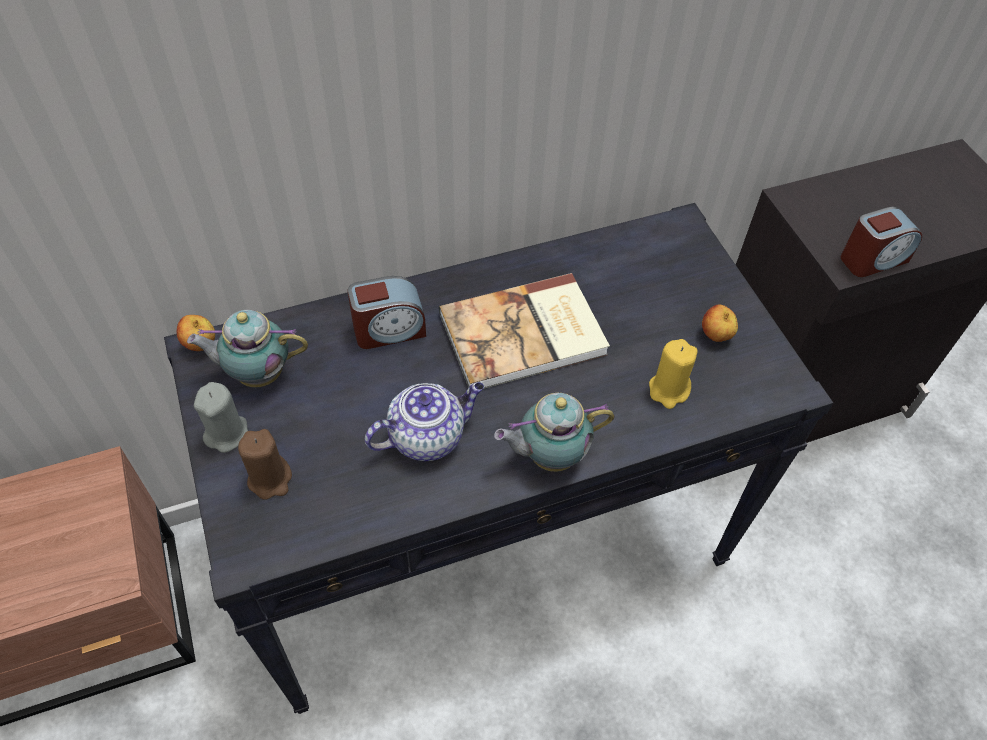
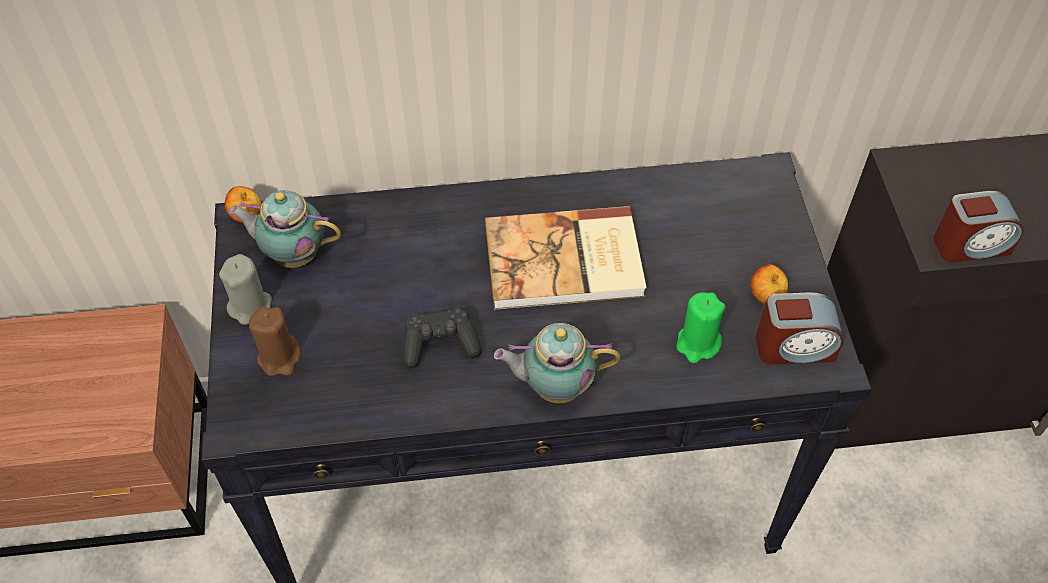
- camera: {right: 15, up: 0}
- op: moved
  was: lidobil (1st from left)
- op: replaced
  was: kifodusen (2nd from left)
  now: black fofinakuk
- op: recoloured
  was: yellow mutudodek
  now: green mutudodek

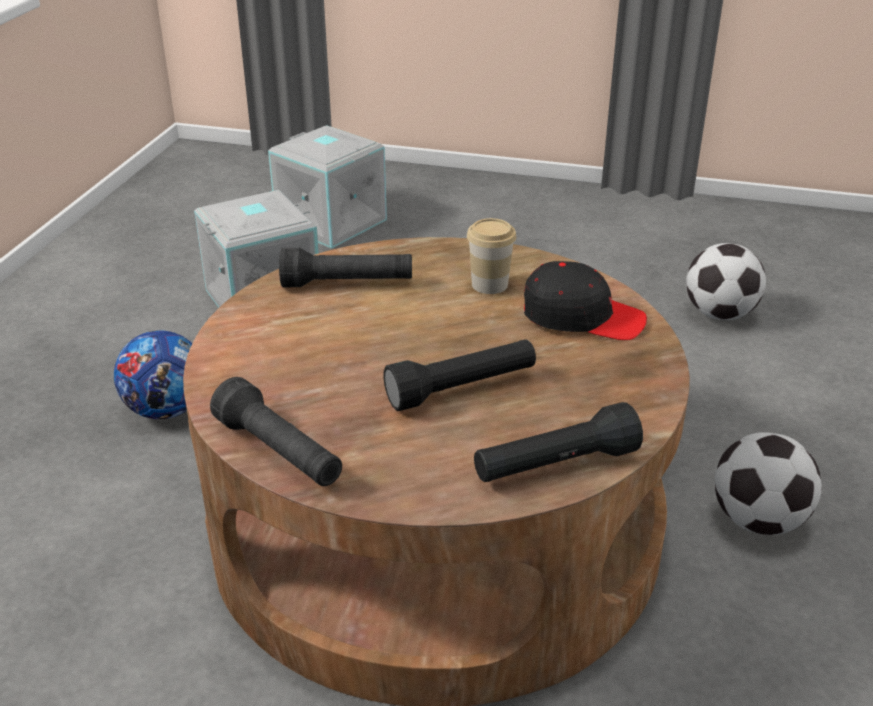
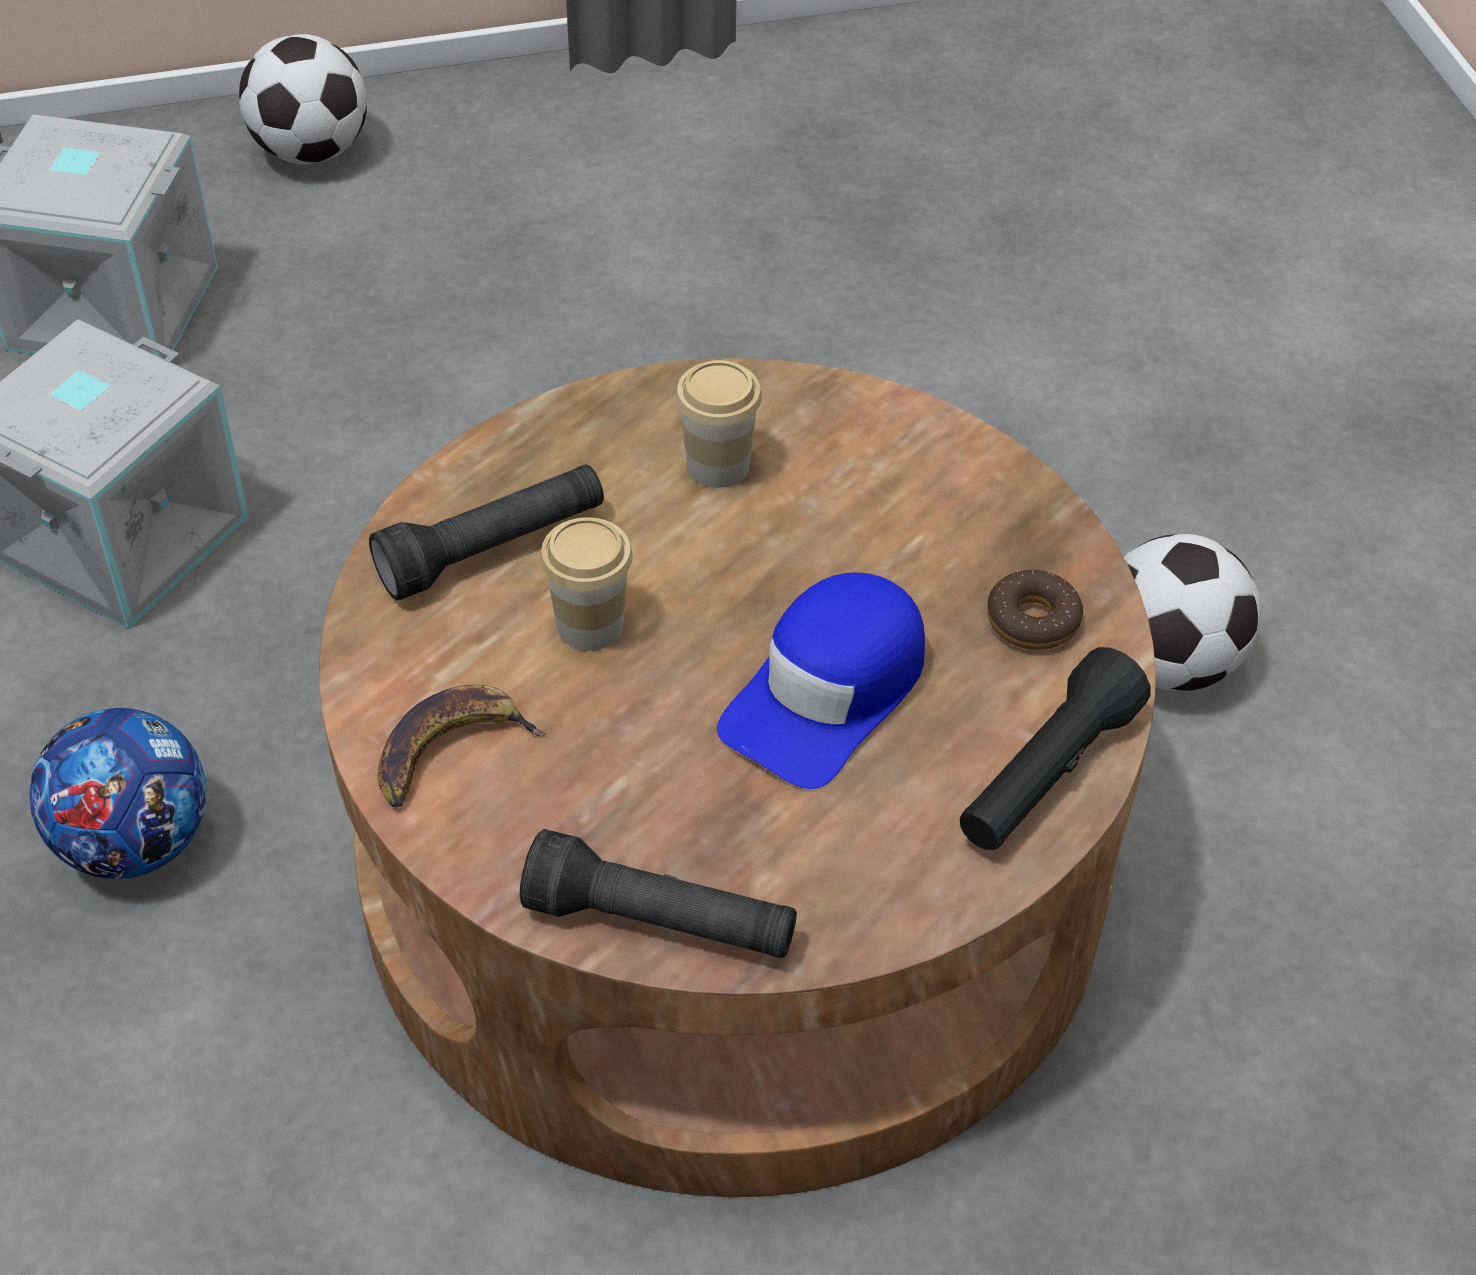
- camera: {right: -30, up: 15}
- op: removed
  was: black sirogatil
- op: added
  now: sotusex
- op: added
  now: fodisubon (1st from left)
- op: added
  now: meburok
- op: moved
  was: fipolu (2nd from left)
- op: replaced
  was: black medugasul (3rd from left)
  now: blue sirogatil

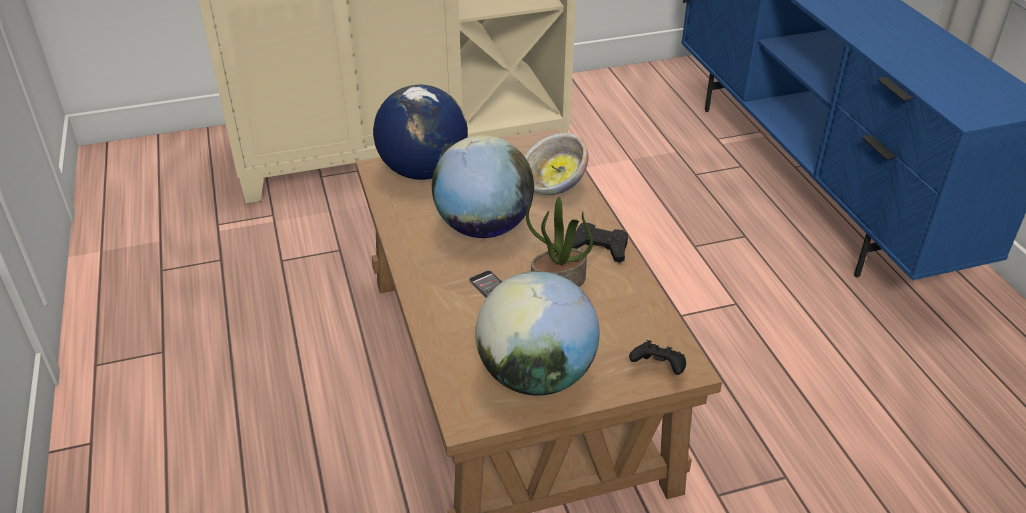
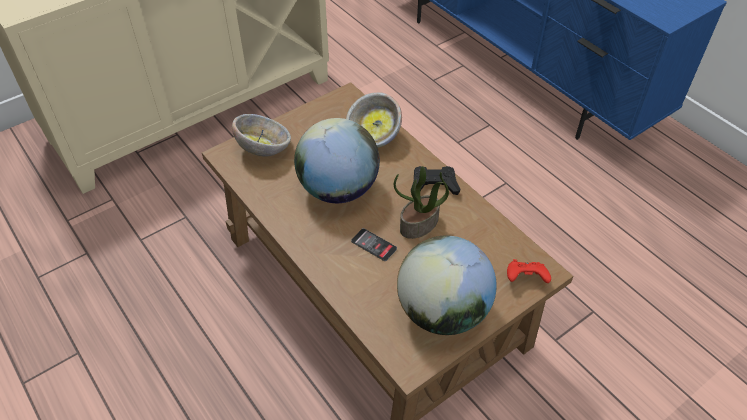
- camera: {right: -20, up: 10}
- op: replaced
  was: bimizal (1st from left)
  now: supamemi (1st from left)
- op: recoloured
  was: black fofinakuk (2nd from left)
  now: red fofinakuk

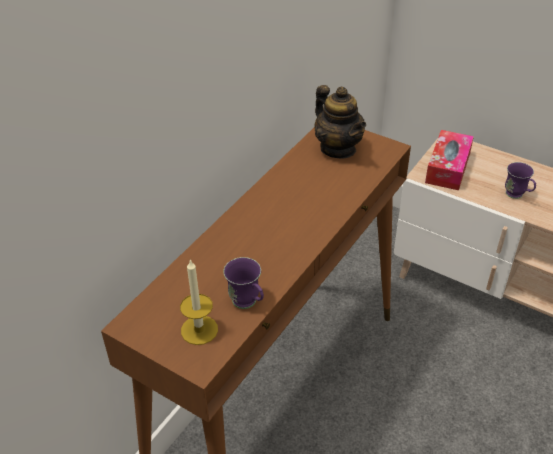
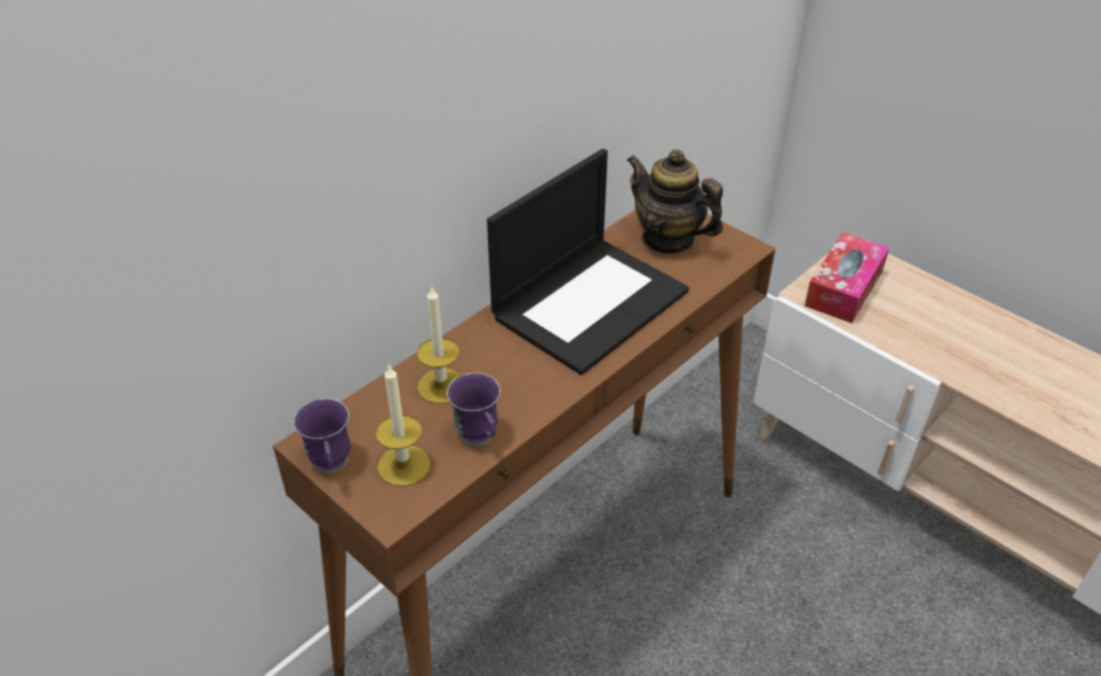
- camera: {right: 10, up: 0}
- op: added
  now: mutudodek (2nd from left)
- op: added
  now: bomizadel
- op: moved
  was: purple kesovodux (2nd from left in the first image)
  now: purple kesovodux (1st from left)
- op: turned
  was: kifodusen
  clockwise: 150

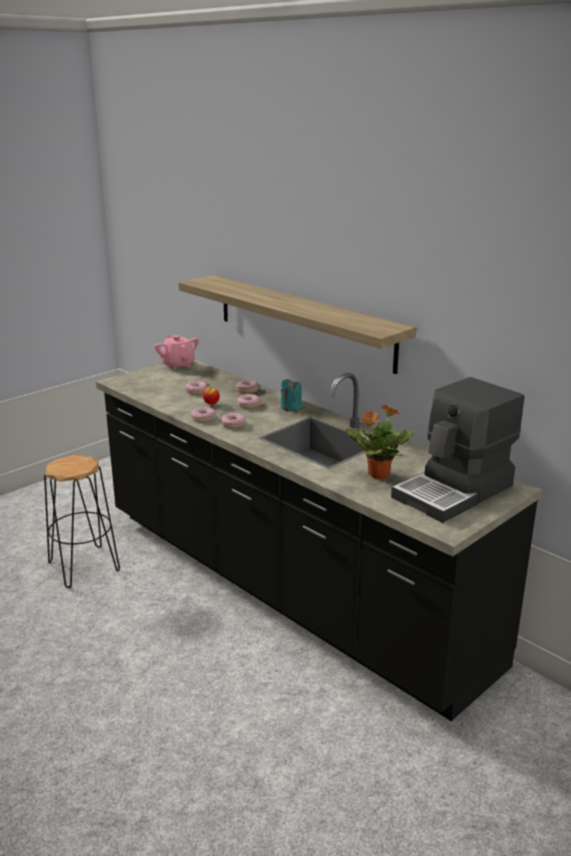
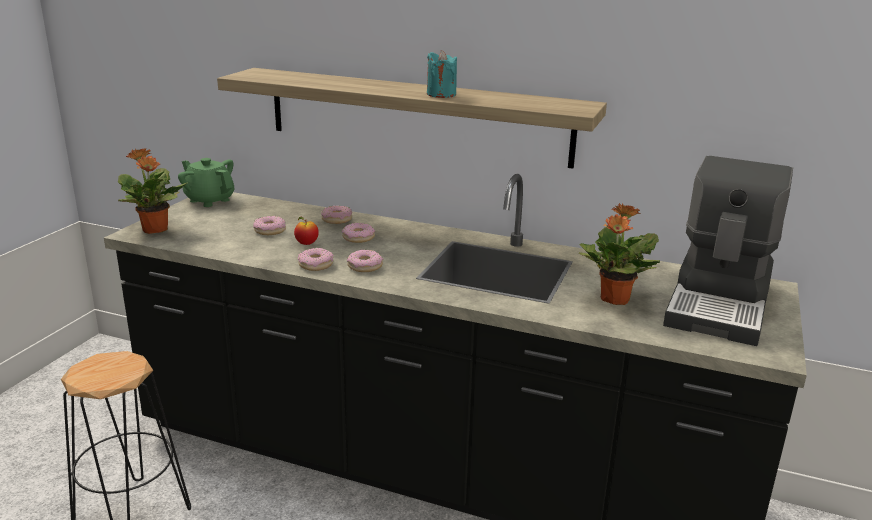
- camera: {right: -25, up: 0}
- op: added
  now: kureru (1st from left)
- op: moved
  was: turquoise mutudodek
- op: recoloured
  was: pink kifodusen
  now: green kifodusen

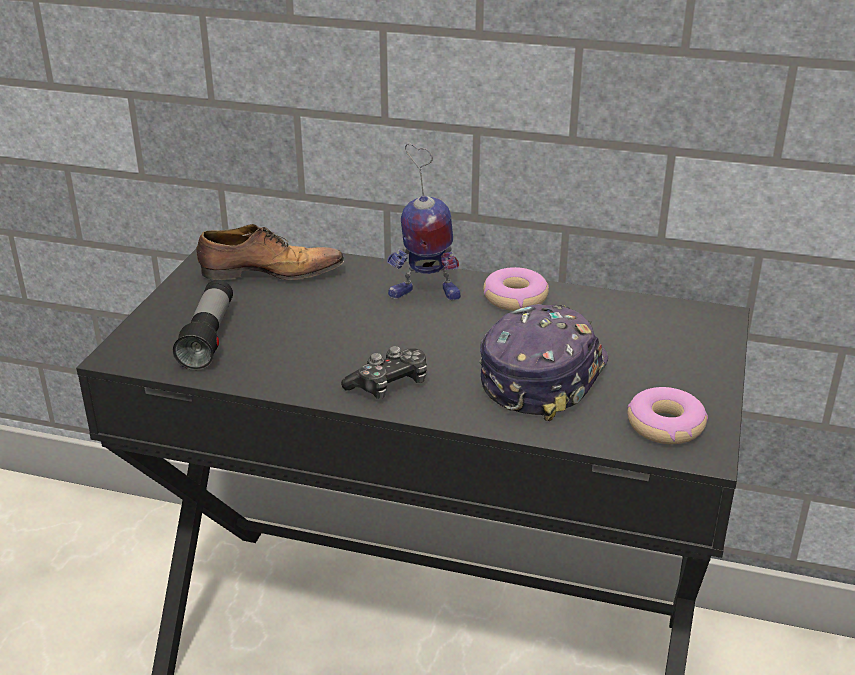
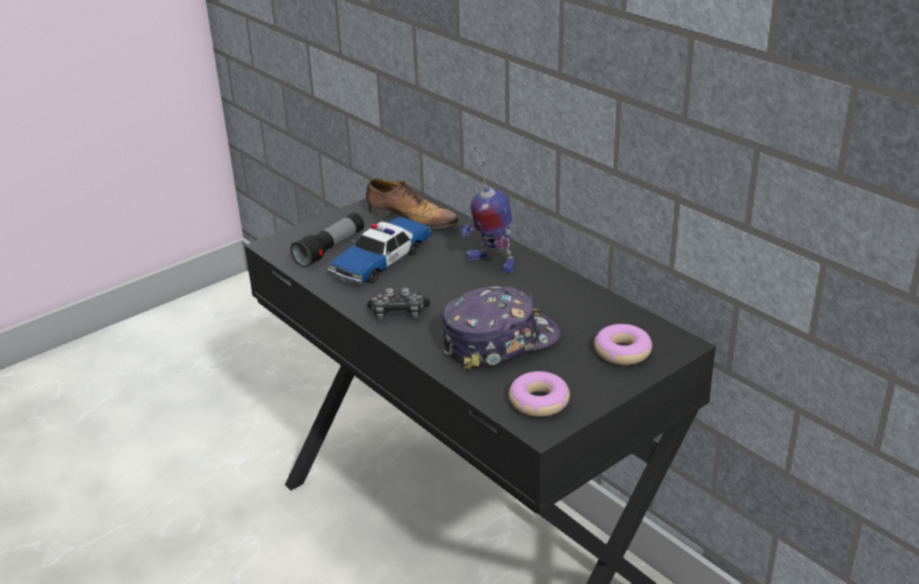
- camera: {right: 35, up: 0}
- op: added
  now: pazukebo
- op: moved
  was: meburok (1st from left in the first image)
  now: meburok (2nd from left)

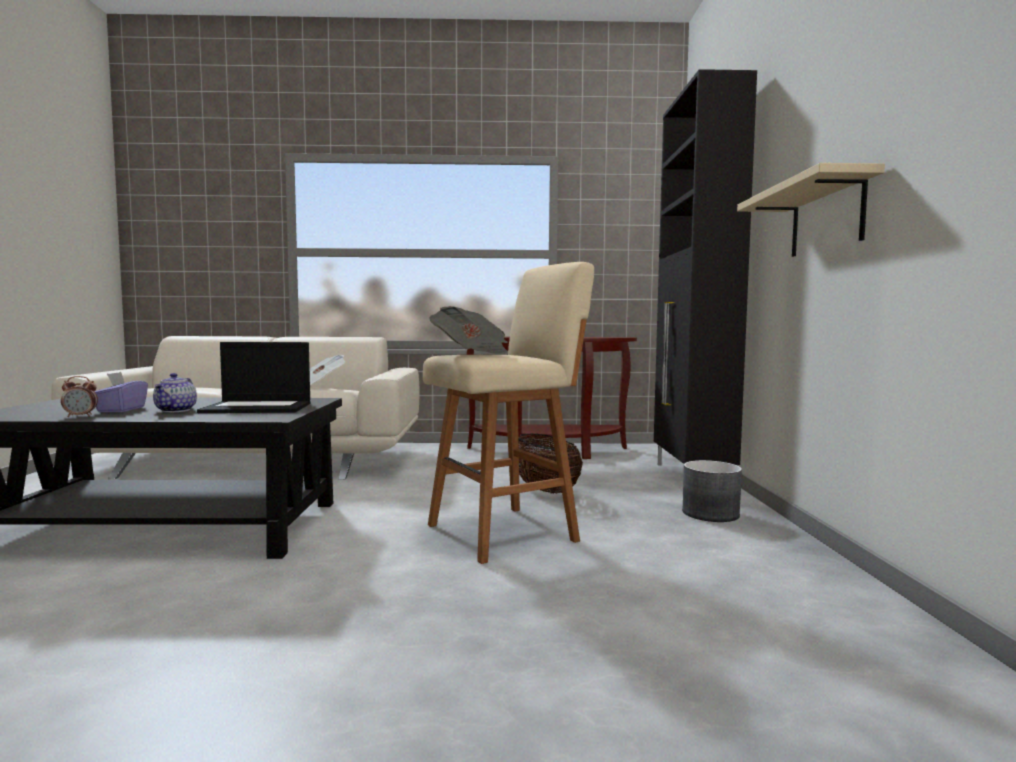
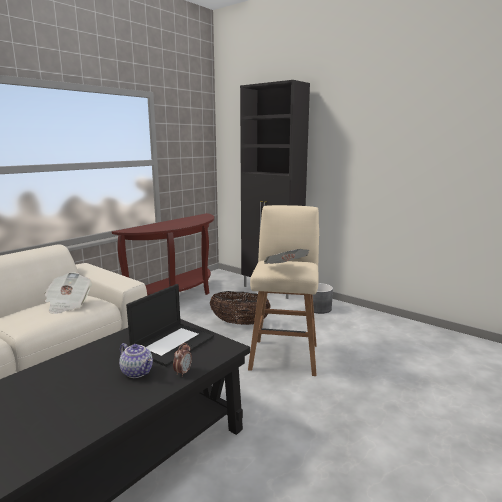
- camera: {right: -50, up: 10}
- op: removed
  was: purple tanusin
- op: removed
  was: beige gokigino
- op: moved
  was: lidobil

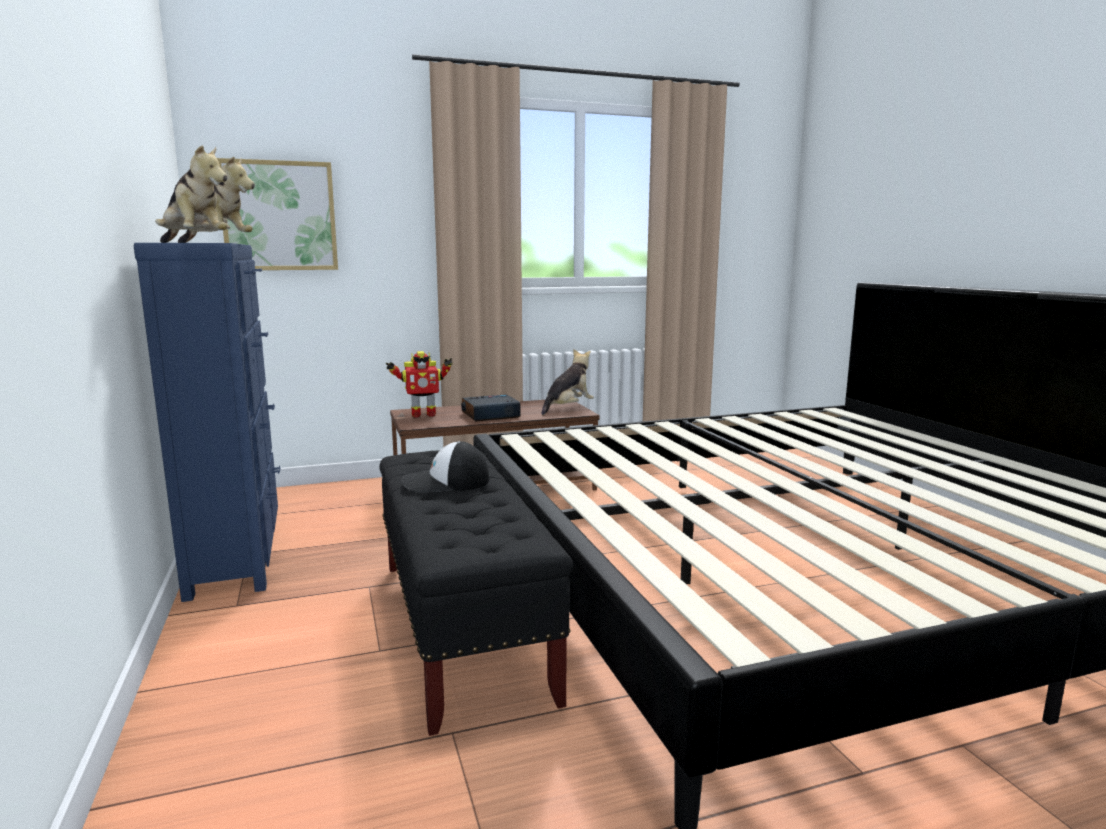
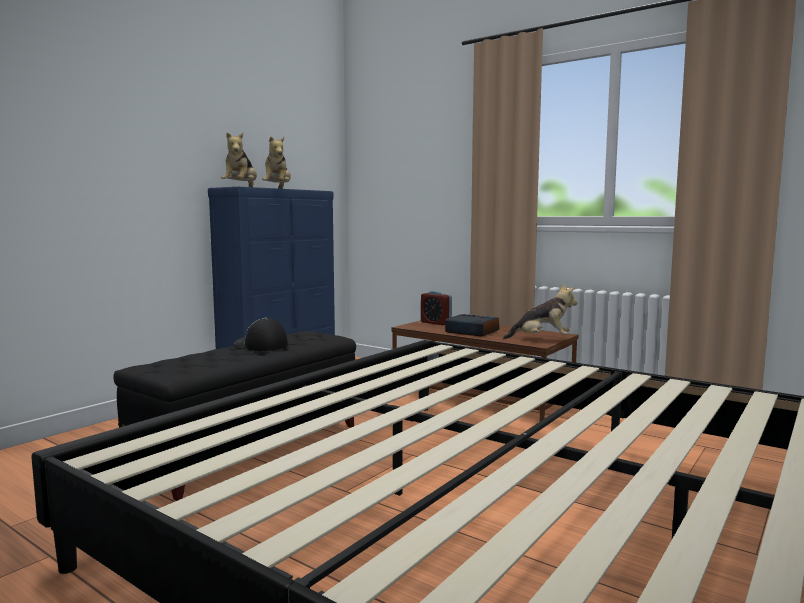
- camera: {right: 55, up: -5}
- op: removed
  was: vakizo
- op: replaced
  was: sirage
  now: lidobil (1st from left)

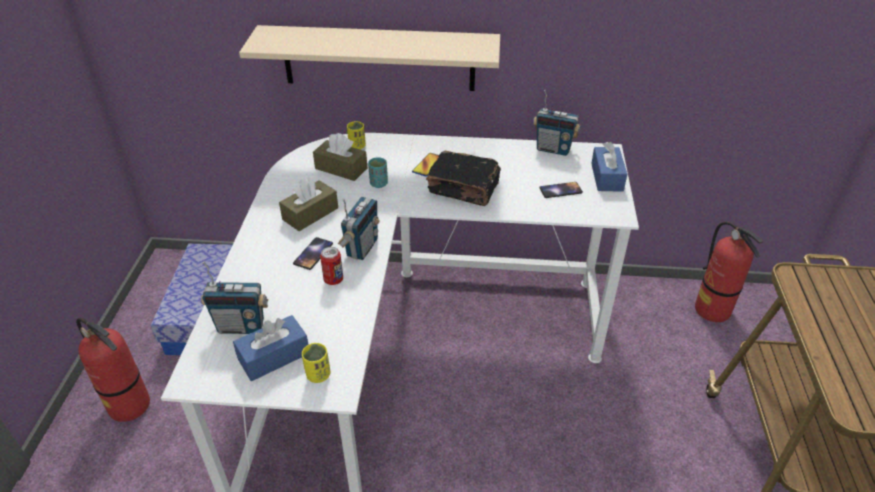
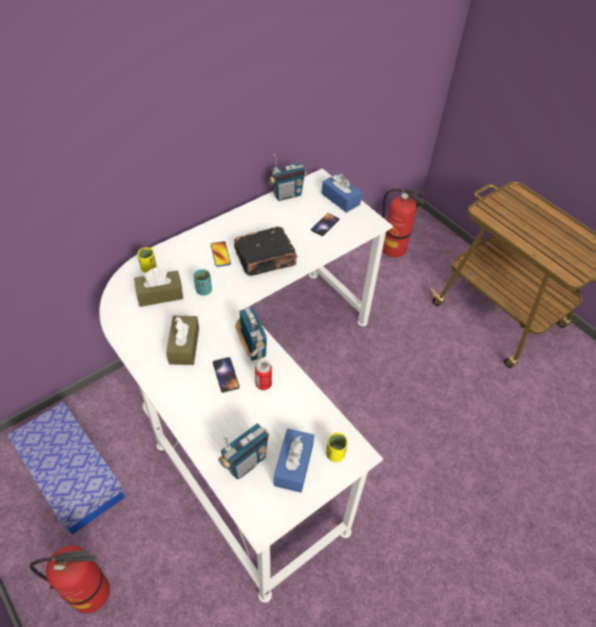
- camera: {right: -45, up: 10}
- op: removed
  was: beige gokigino

